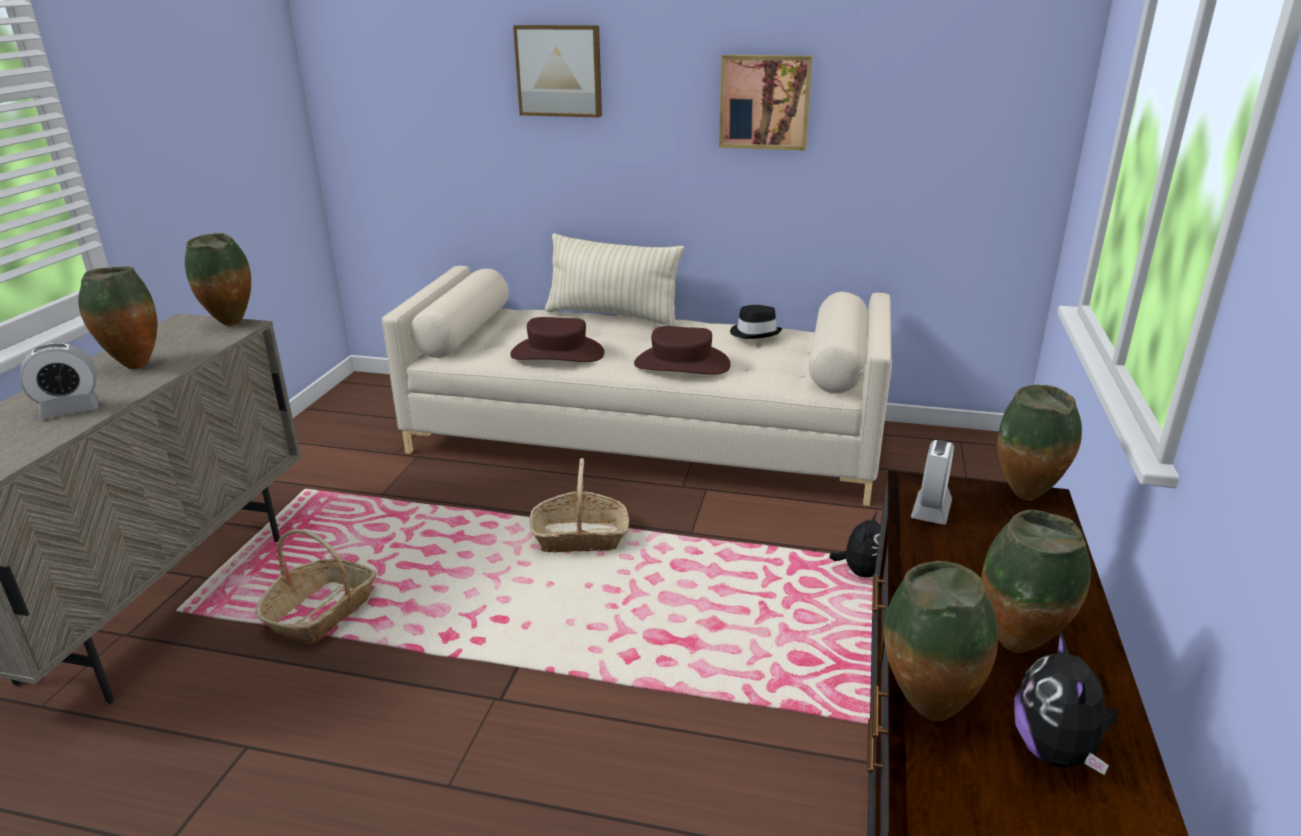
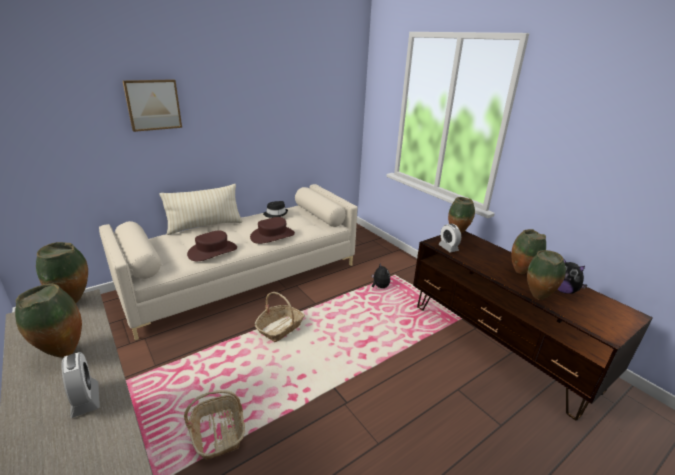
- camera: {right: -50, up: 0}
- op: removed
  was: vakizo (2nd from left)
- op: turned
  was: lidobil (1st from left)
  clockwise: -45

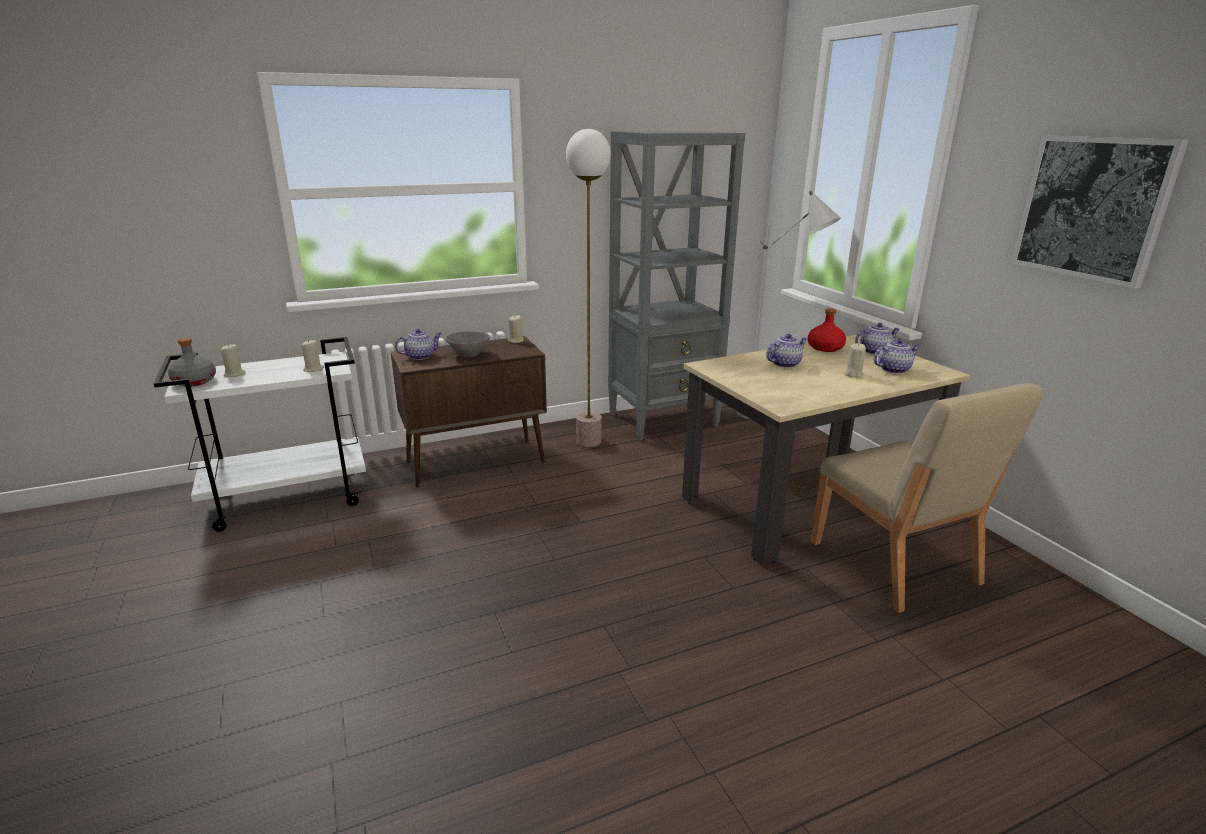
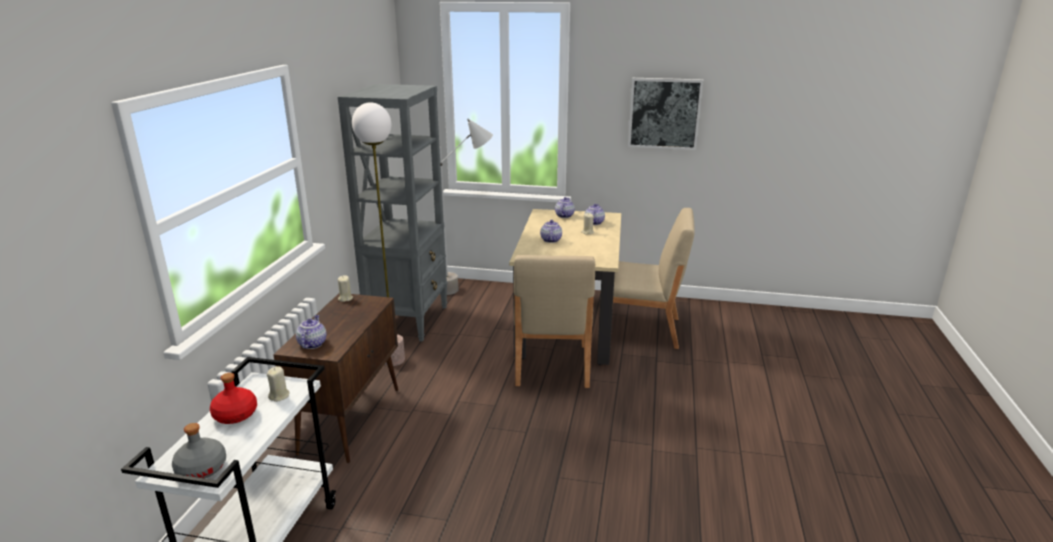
- camera: {right: -55, up: 0}
- op: removed
  was: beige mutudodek (1st from left)
- op: removed
  was: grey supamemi
- op: added
  now: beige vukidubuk (1st from left)
- op: moved
  was: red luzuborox

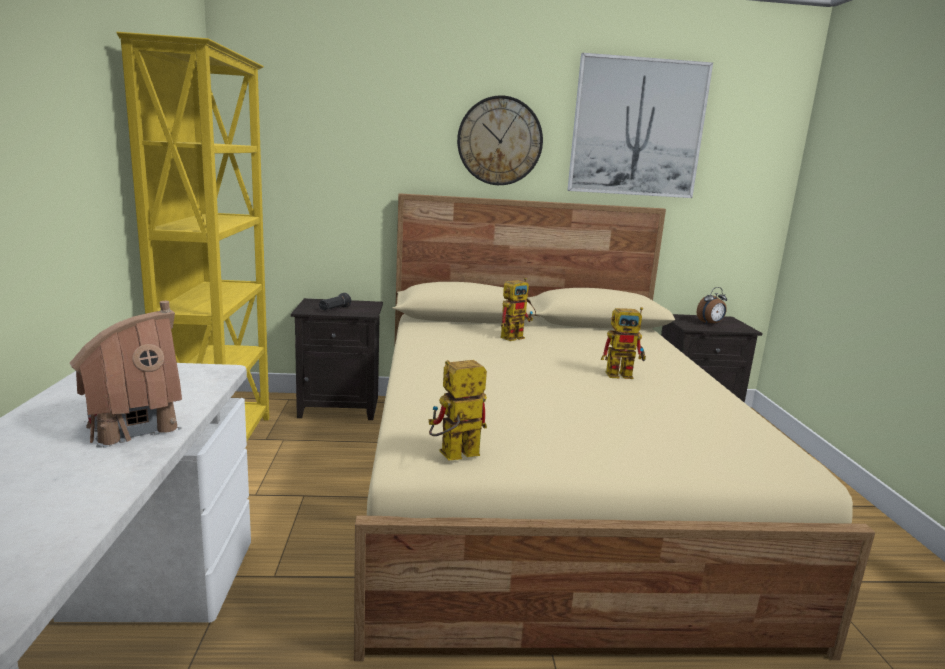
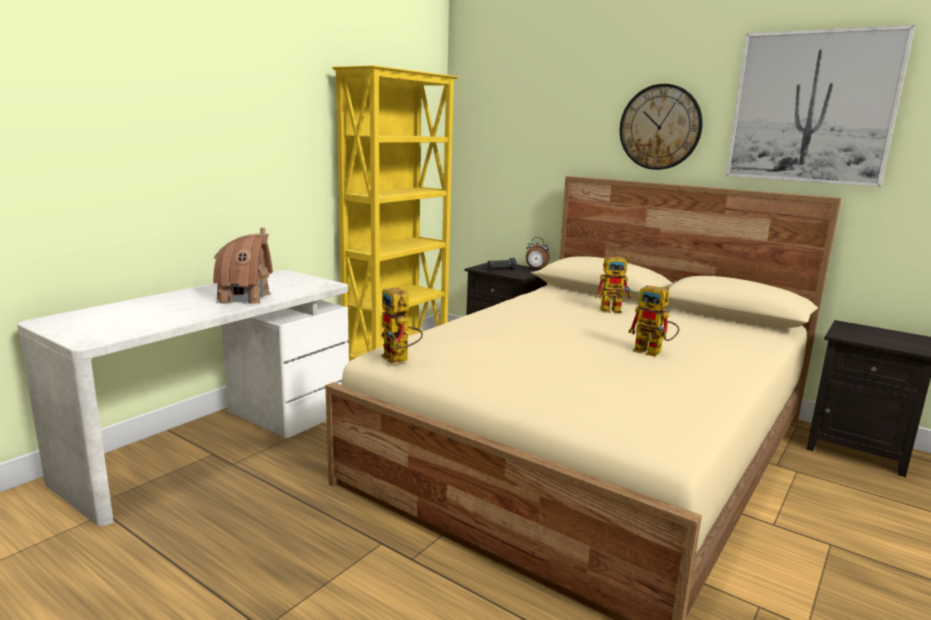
- camera: {right: 40, up: 0}
- op: moved
  was: lidobil
- op: turned
  was: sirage (1st from left)
  clockwise: -135

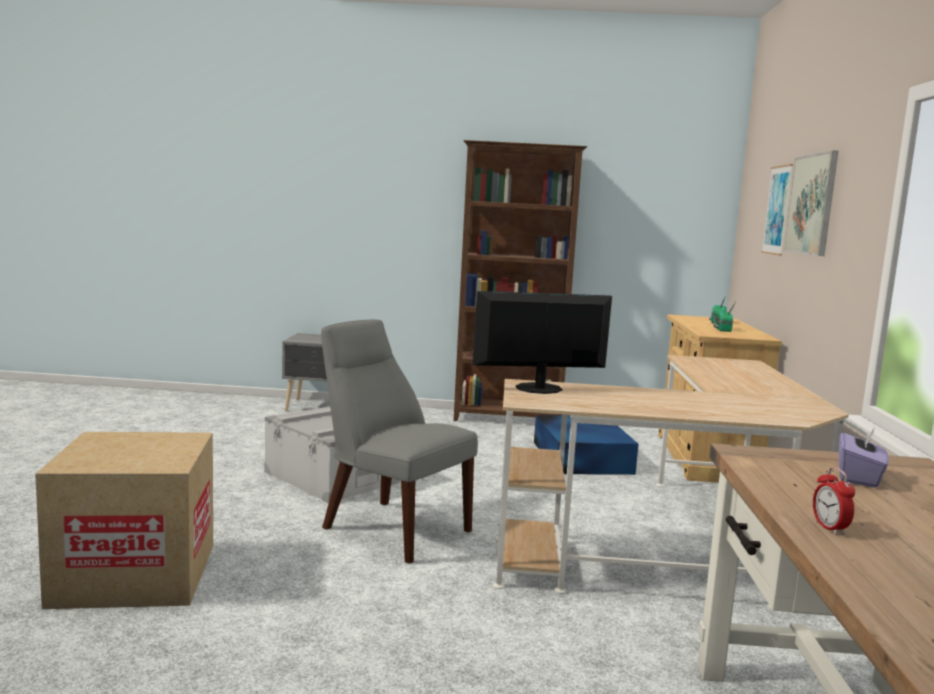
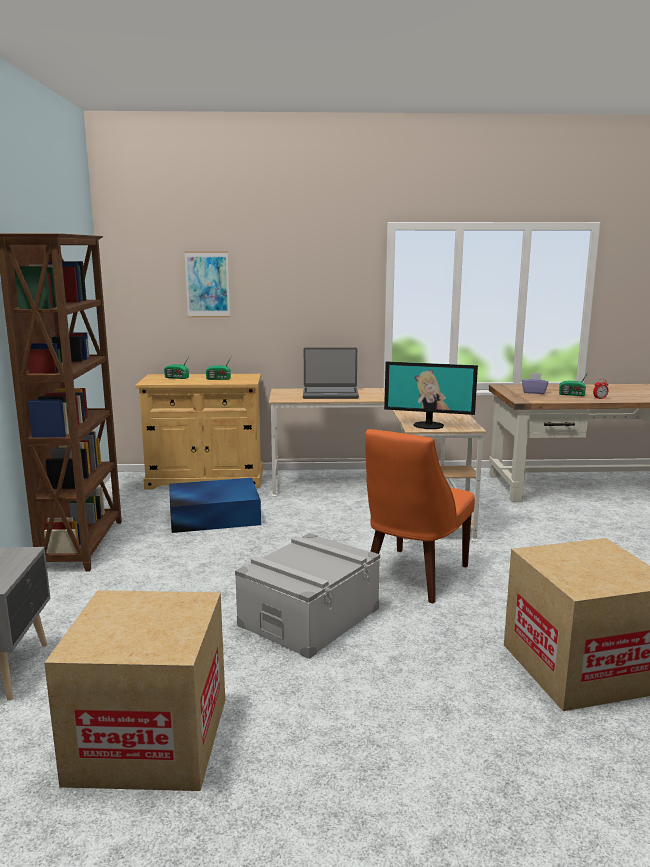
- camera: {right: -95, up: 5}
- op: removed
  was: vakizo (2nd from left)
- op: added
  now: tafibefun (1st from left)
- op: added
  now: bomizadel
- op: added
  now: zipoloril (3rd from left)
- op: recoloured
  was: grey vukidubuk
  now: orange vukidubuk
- op: turned
  was: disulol
  clockwise: -60

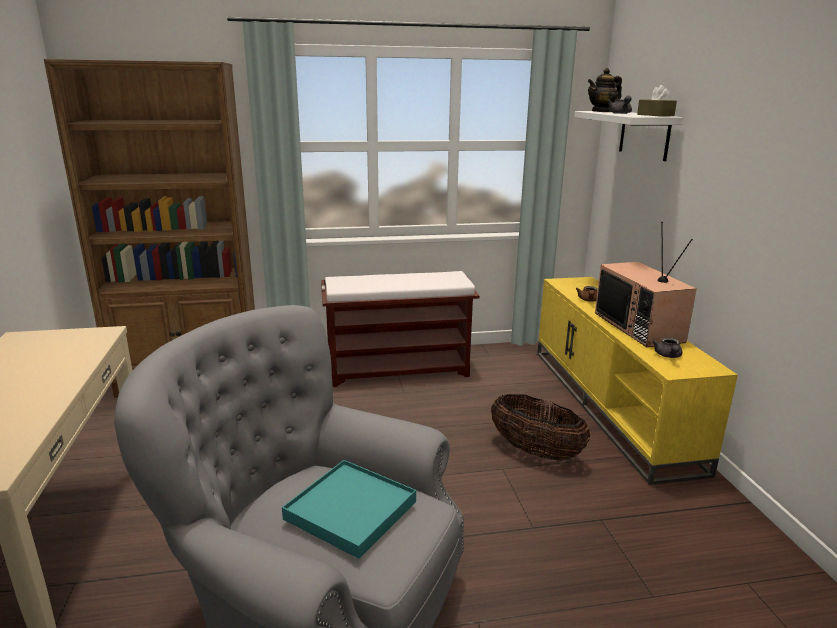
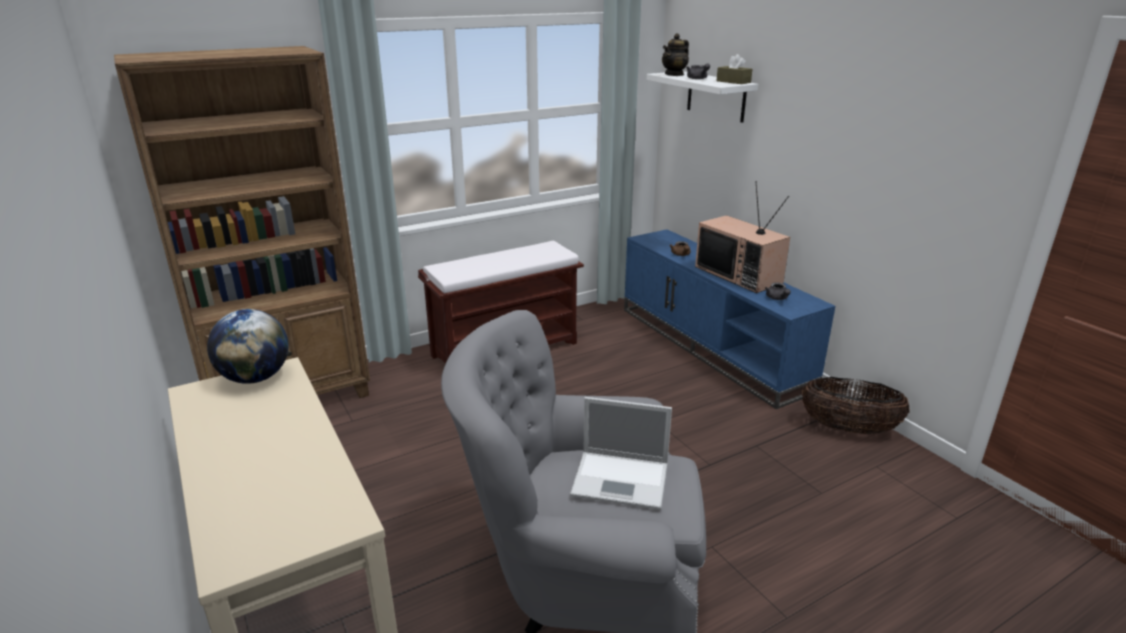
- camera: {right: -20, up: 5}
- op: added
  now: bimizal
- op: moved
  was: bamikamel
- op: replaced
  was: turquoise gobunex
  now: bomizadel
- op: recoloured
  was: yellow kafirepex
  now: blue kafirepex

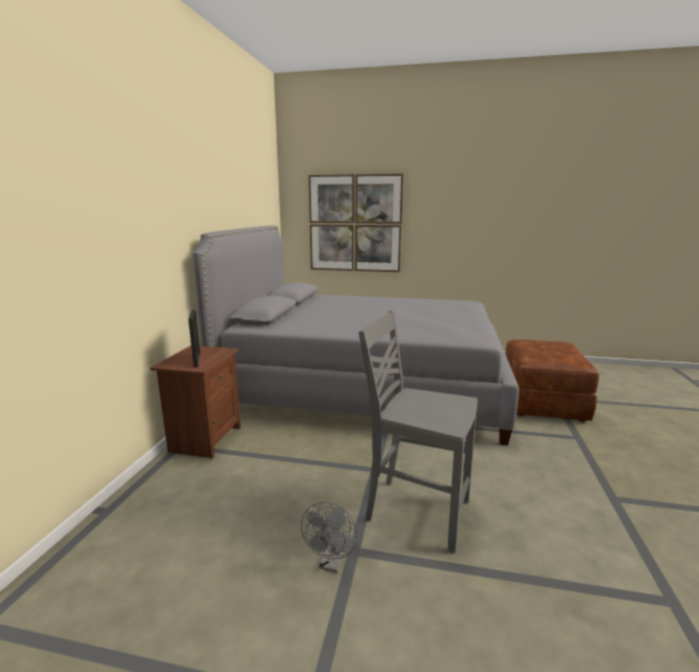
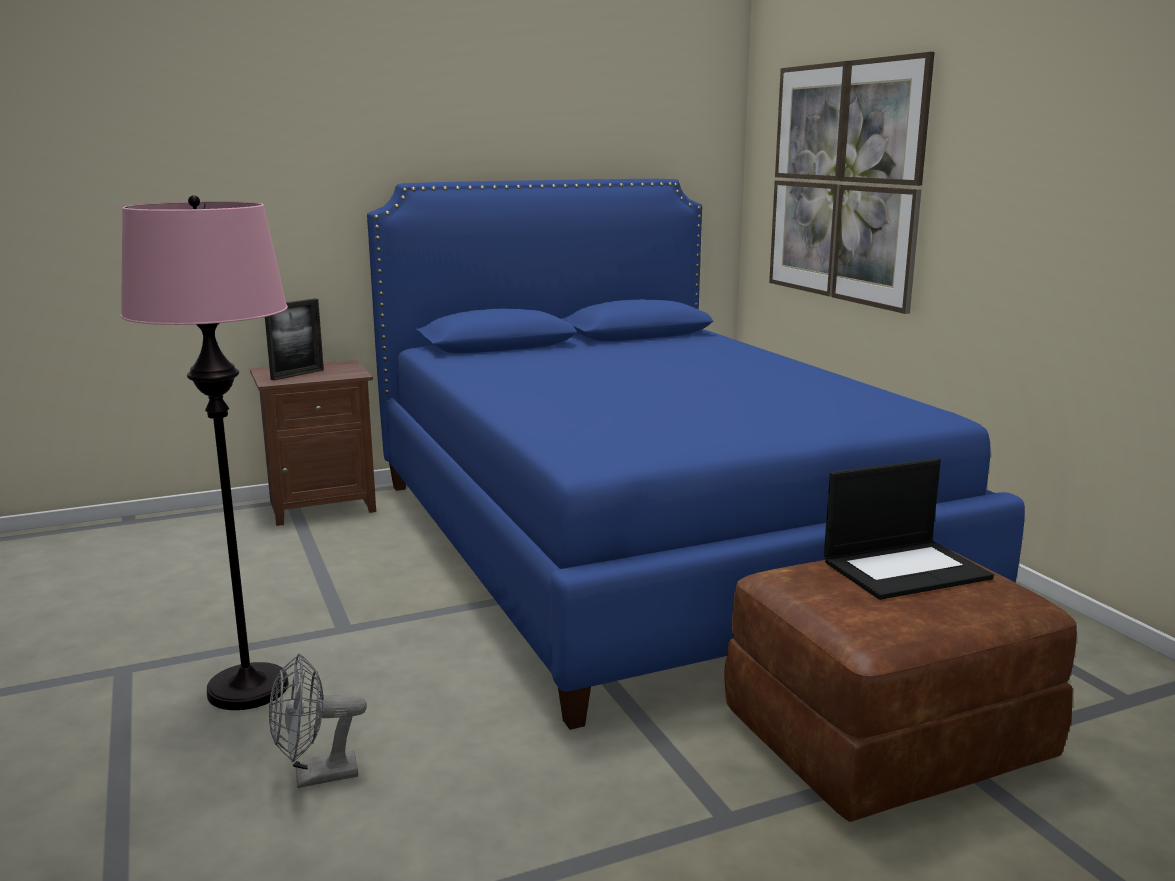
- camera: {right: 55, up: 0}
- op: added
  now: bomizadel
- op: moved
  was: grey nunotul
- op: replaced
  was: grey vukidubuk
  now: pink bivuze
- op: recoloured
  was: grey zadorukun
  now: blue zadorukun

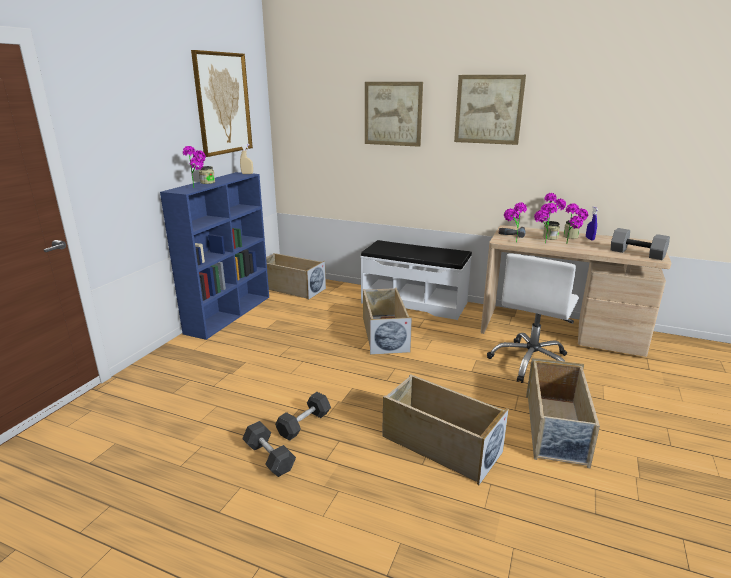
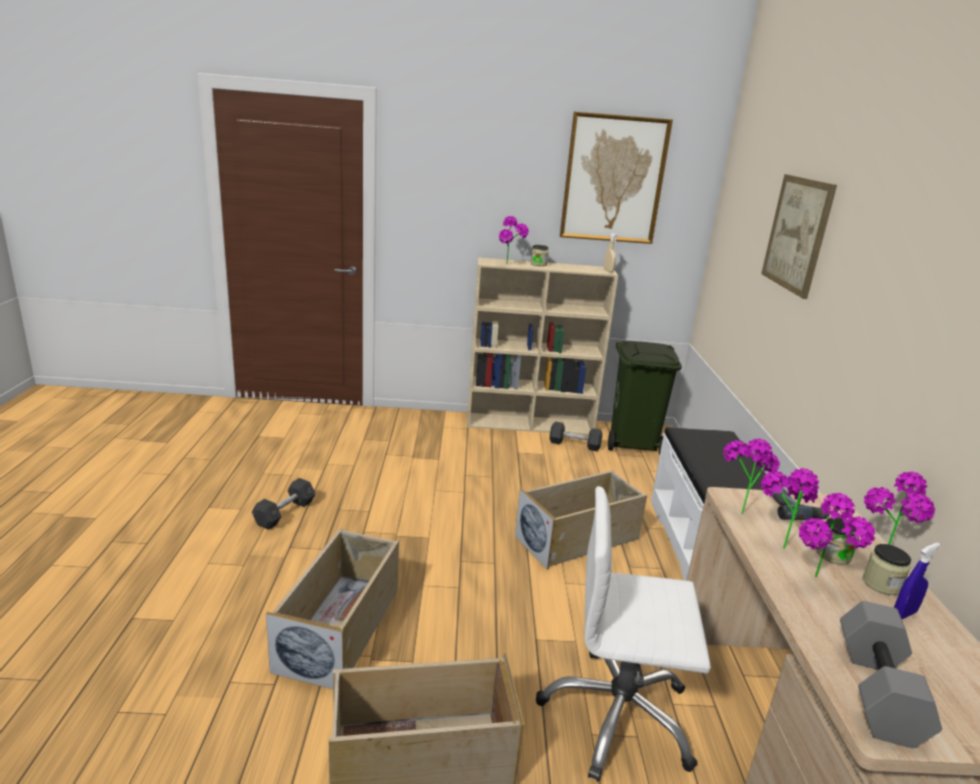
- camera: {right: 65, up: 0}
- op: removed
  was: vakizo (3rd from left)
- op: moved
  was: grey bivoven (2nd from left)
- op: replaced
  was: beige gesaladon (1st from left)
  now: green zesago
- op: recoloured
  was: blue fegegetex
  now: beige fegegetex

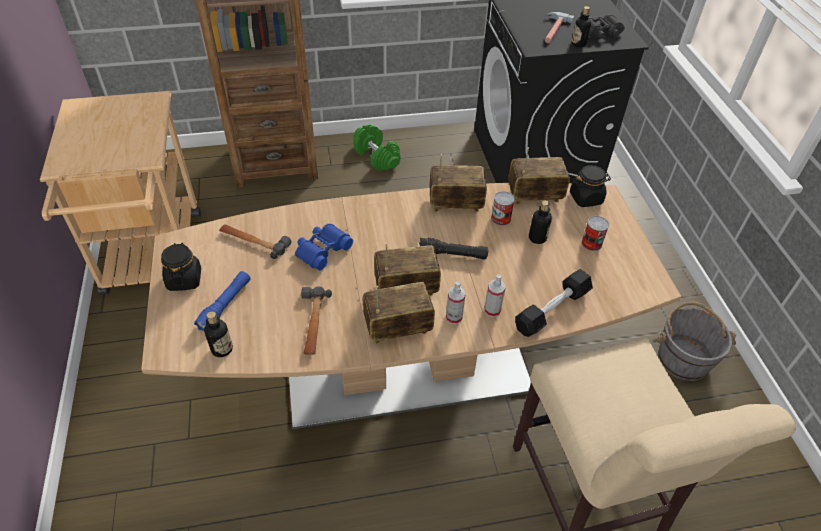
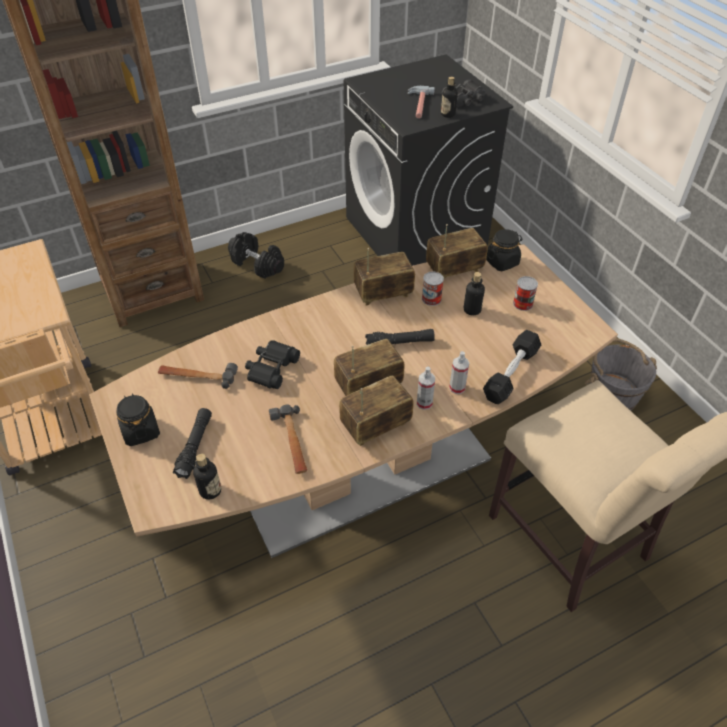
- camera: {right: -15, up: 0}
- op: recoloured
  was: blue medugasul
  now: black medugasul (1st from left)
- op: recoloured
  was: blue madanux
  now: black madanux (1st from left)
- op: recoloured
  was: green bivoven
  now: black bivoven (1st from left)

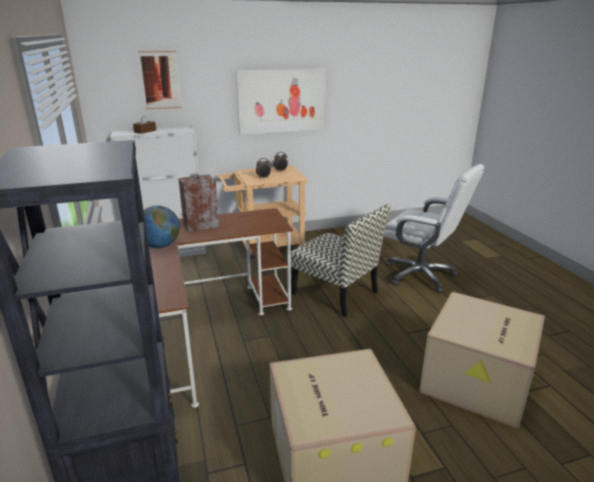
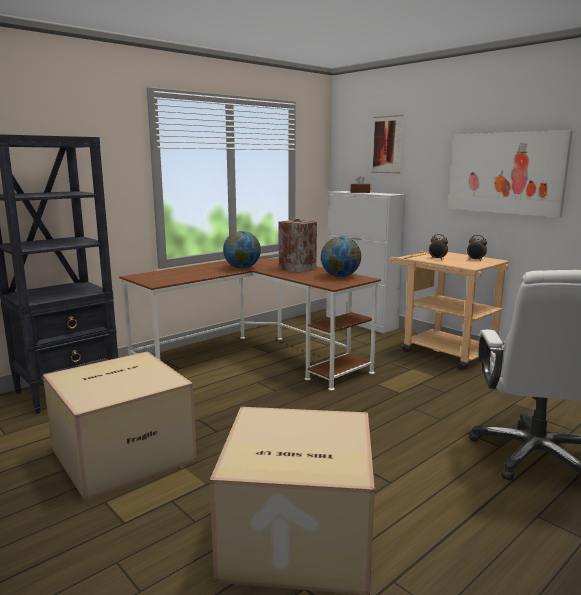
- camera: {right: 65, up: -10}
- op: removed
  was: vukidubuk
- op: added
  now: bimizal (2nd from left)

